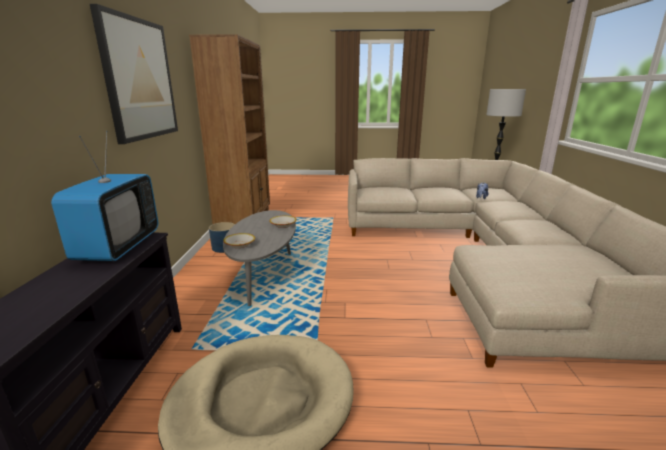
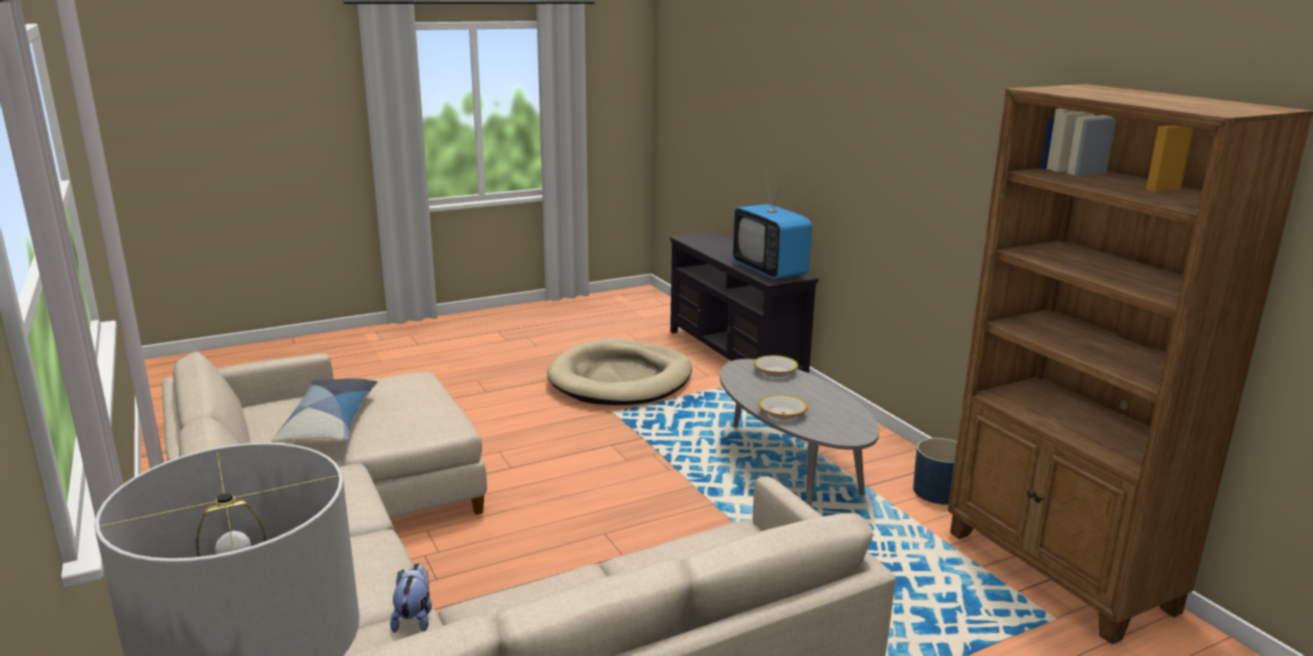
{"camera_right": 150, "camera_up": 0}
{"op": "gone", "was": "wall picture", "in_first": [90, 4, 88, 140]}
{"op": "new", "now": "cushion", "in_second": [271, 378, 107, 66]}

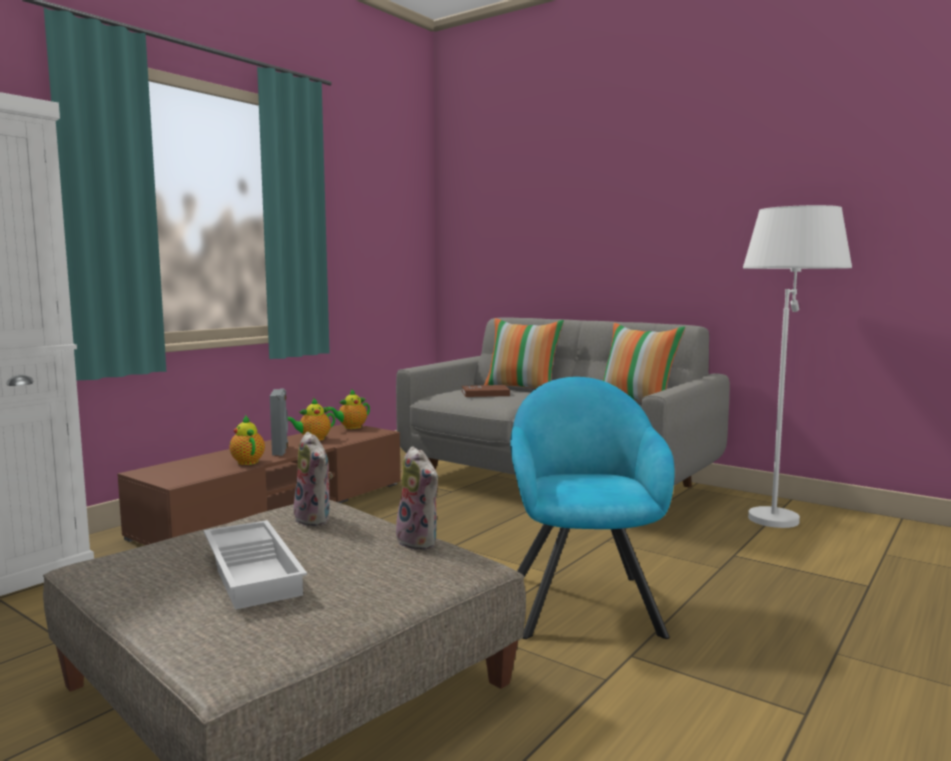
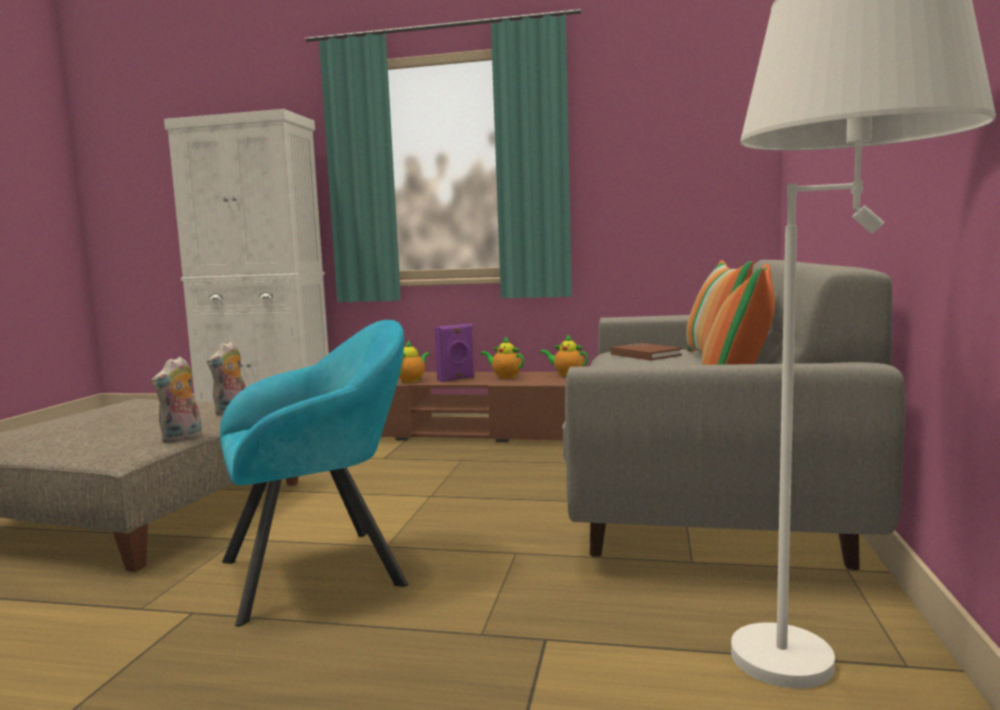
{"camera_right": 65, "camera_up": 0}
{"op": "repainted", "was": "loudspeaker (gray)", "now": "loudspeaker (purple-coloured)", "in_first": [270, 389, 18, 67], "in_second": [434, 324, 41, 58]}
{"op": "gone", "was": "tray (white)", "in_first": [204, 520, 103, 90]}

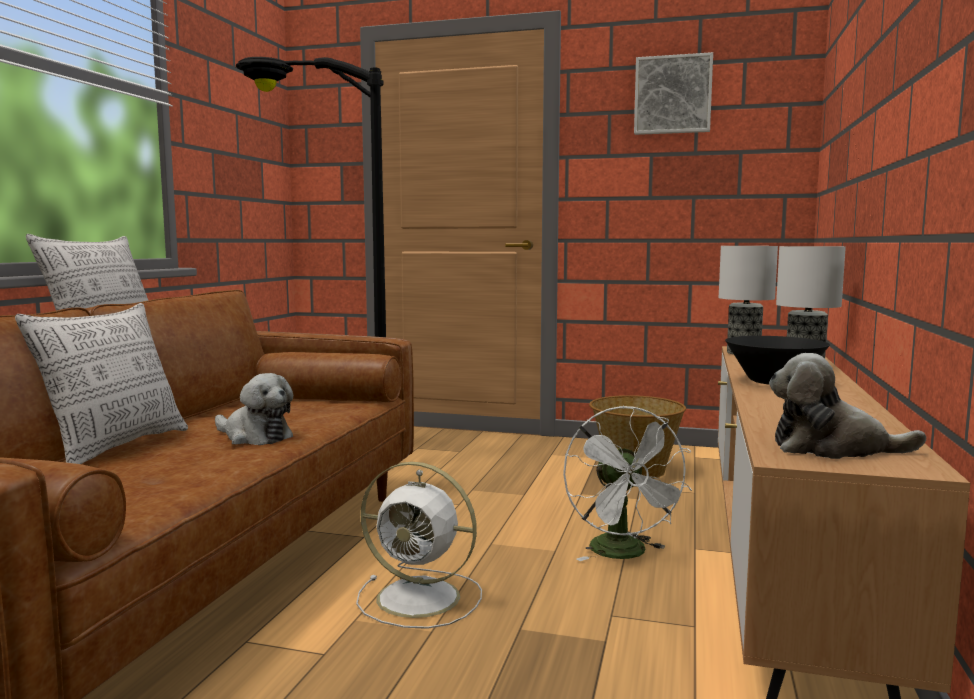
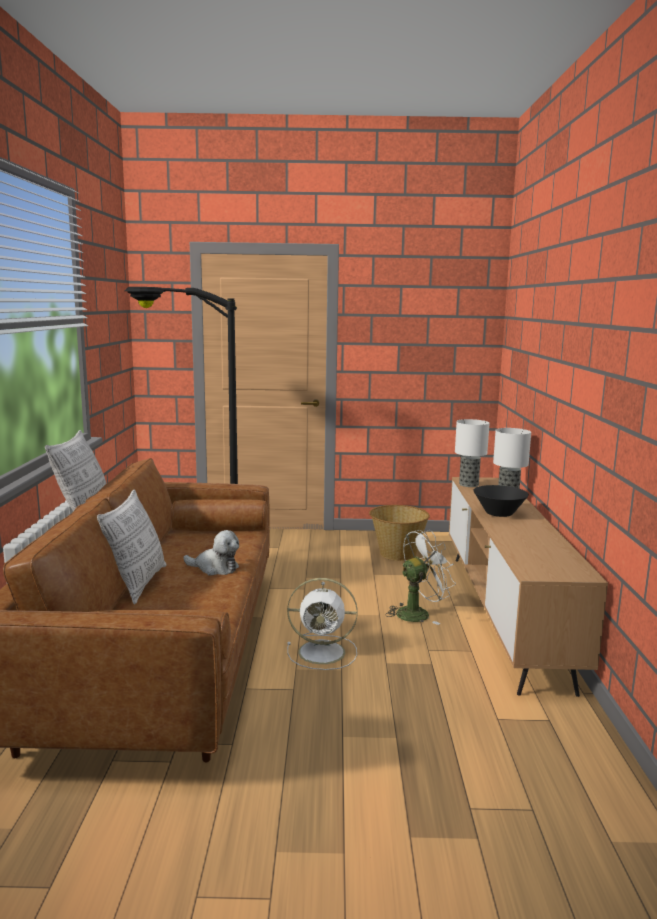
{"camera_right": -15, "camera_up": 5}
{"op": "gone", "was": "wall picture", "in_first": [634, 52, 79, 83]}
{"op": "gone", "was": "cuddly toy", "in_first": [769, 353, 157, 106]}
{"op": "rotated", "was": "electric fan (white)", "in_first": [563, 406, 129, 155], "in_second": [385, 530, 71, 95], "clockwise": -90}

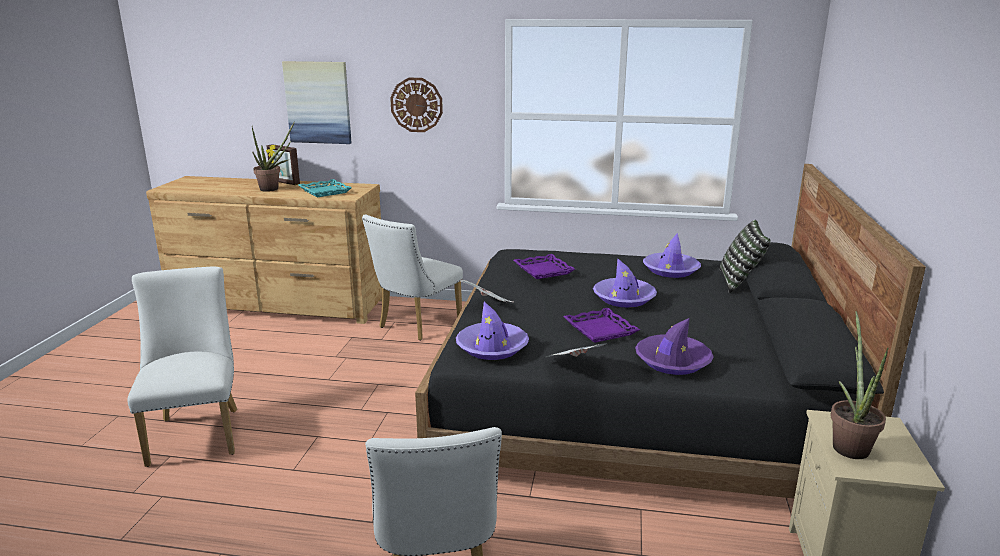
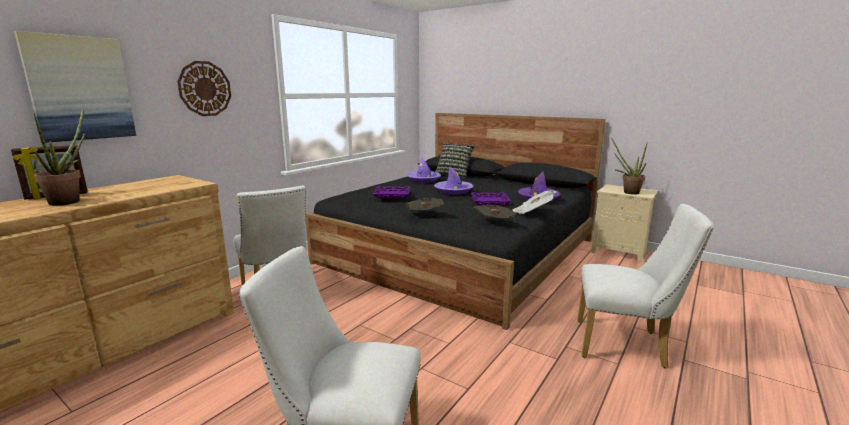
{"camera_right": -65, "camera_up": -5}
{"op": "gone", "was": "tray (turquoise)", "in_first": [298, 179, 54, 18]}
{"op": "swapped", "was": "clothing hat (purple-coloured)", "now": "daily paper", "in_first": [456, 301, 73, 59], "in_second": [474, 205, 42, 13]}

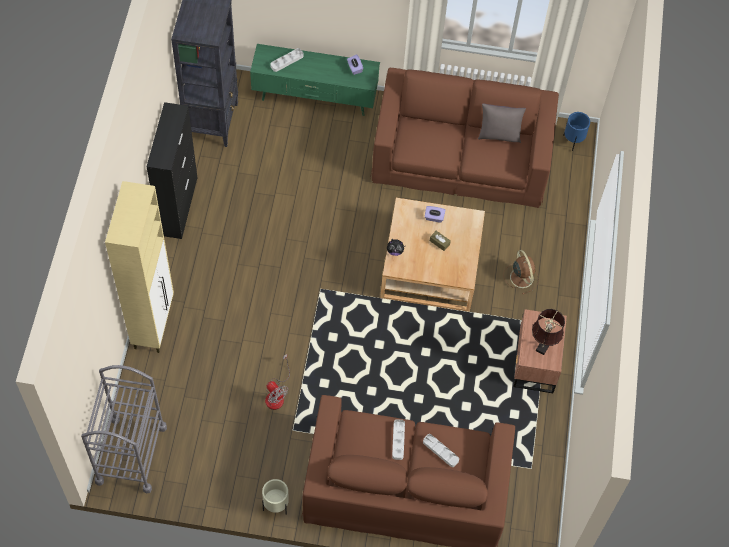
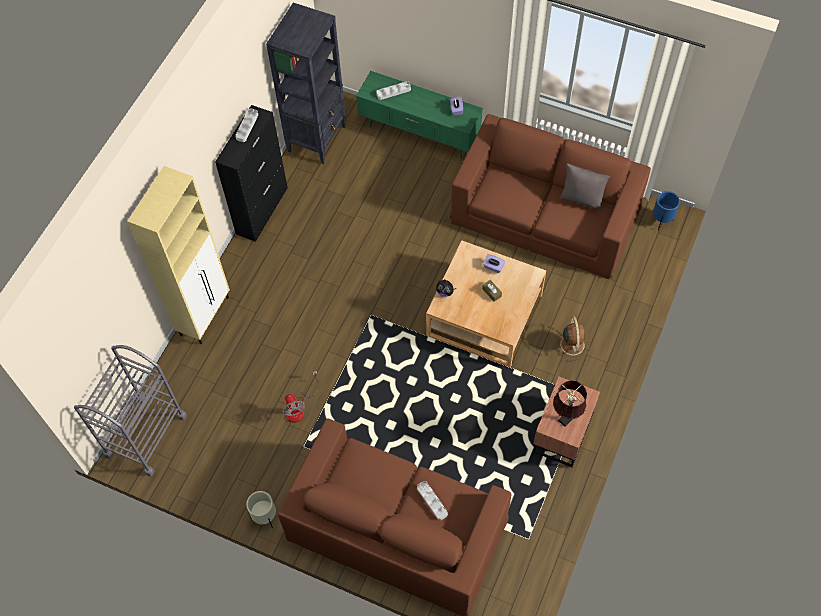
{"camera_right": 20, "camera_up": 0}
{"op": "shifted", "was": "tray (gray)", "in_first": [392, 419, 13, 41], "in_second": [235, 108, 23, 34]}

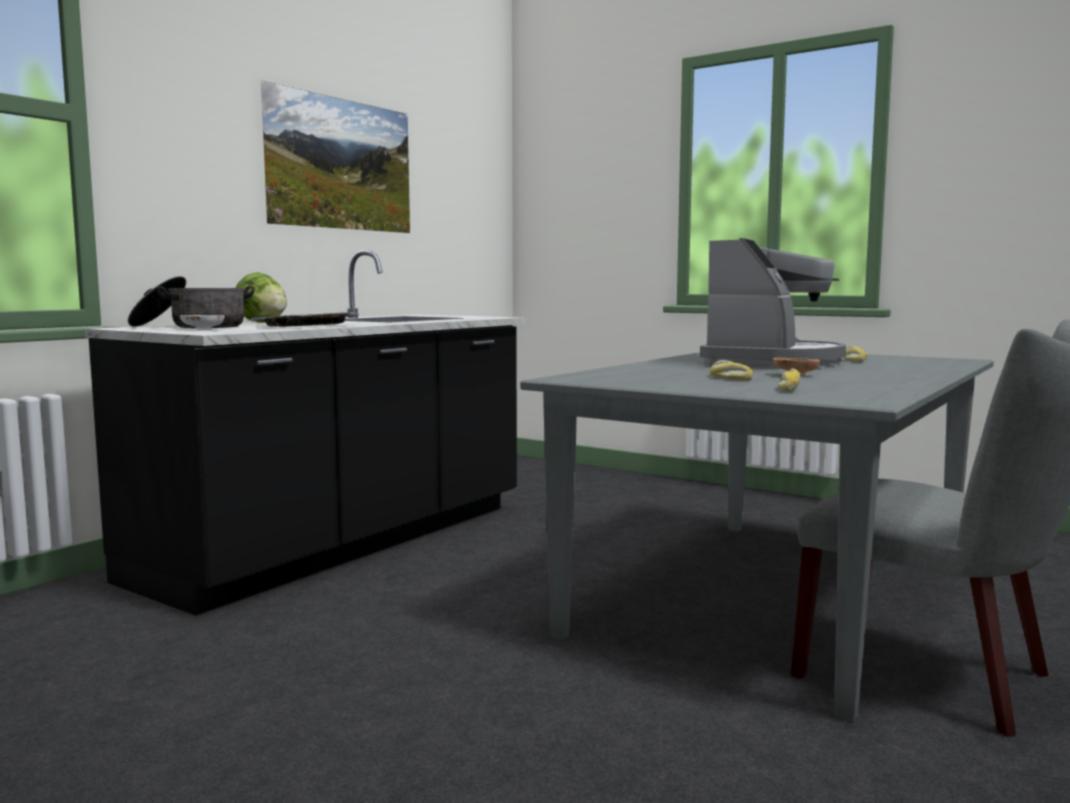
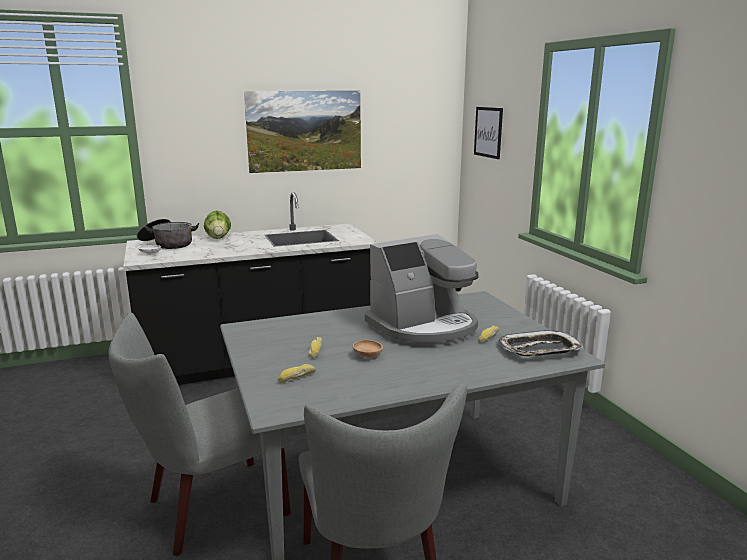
{"camera_right": 35, "camera_up": 10}
{"op": "shifted", "was": "tray", "in_first": [251, 312, 108, 15], "in_second": [498, 330, 85, 26]}
{"op": "new", "now": "wall picture", "in_second": [474, 107, 29, 52]}
{"op": "new", "now": "chair (gray)", "in_second": [108, 312, 183, 245]}

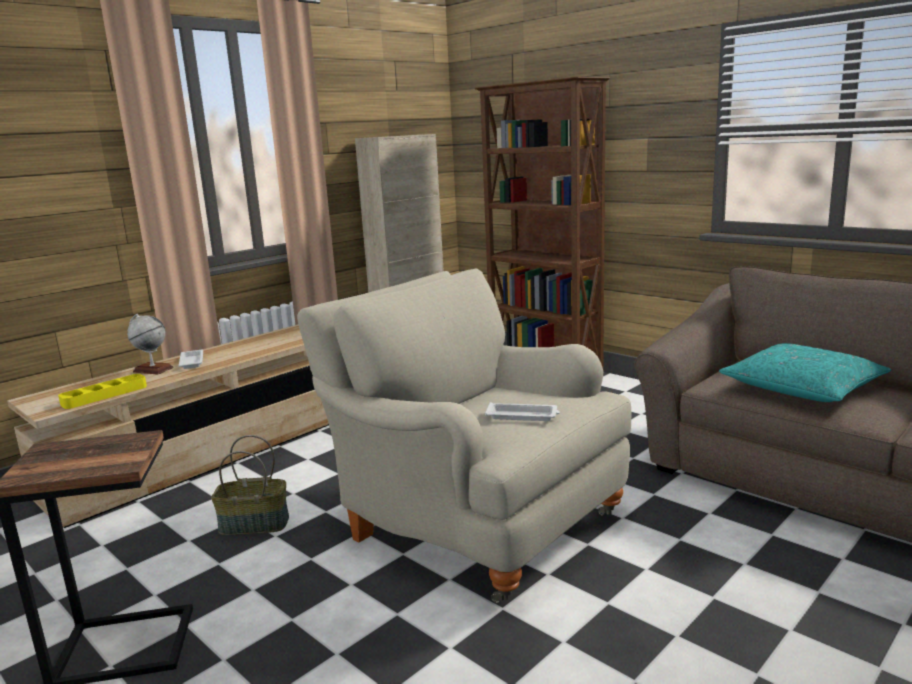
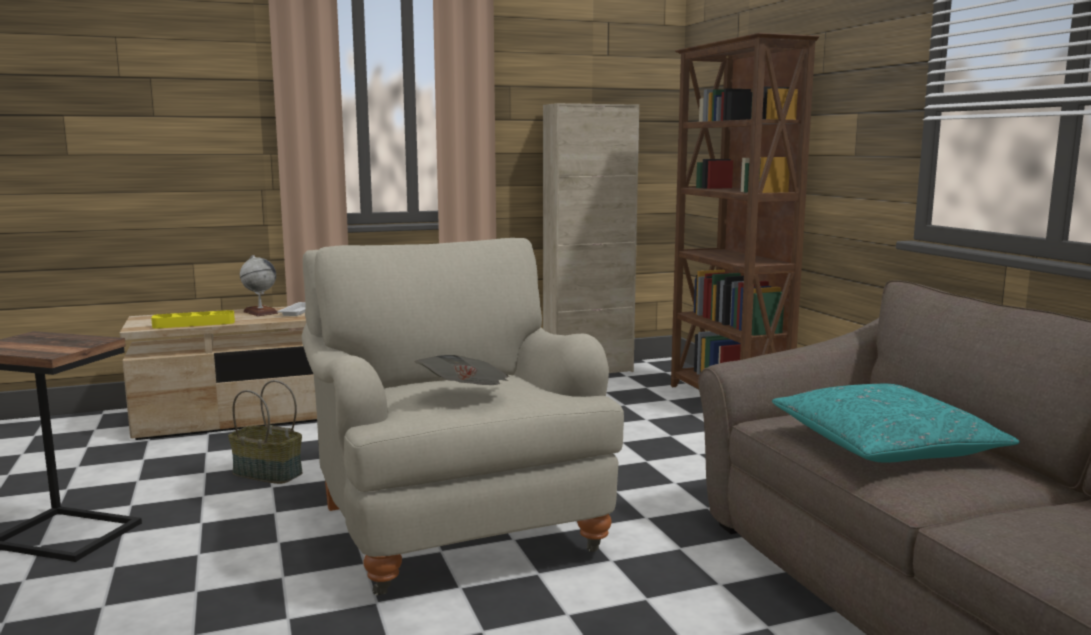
{"camera_right": 25, "camera_up": -5}
{"op": "swapped", "was": "tray (white)", "now": "daily paper", "in_first": [485, 402, 75, 19], "in_second": [415, 355, 94, 30]}

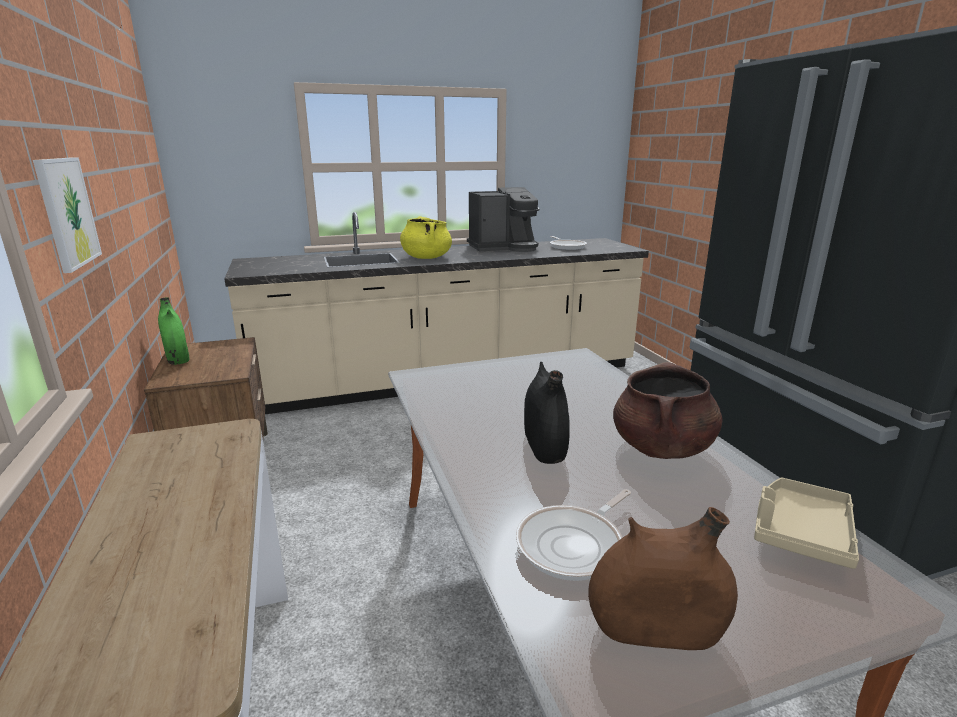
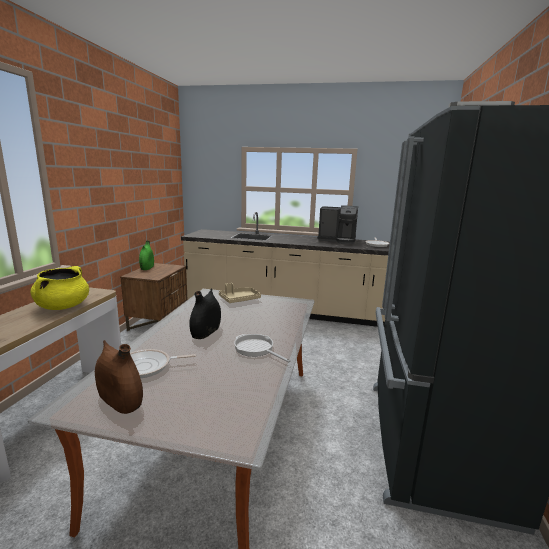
{"camera_right": 30, "camera_up": -5}
{"op": "gone", "was": "wall picture", "in_first": [33, 157, 69, 116]}
{"op": "shifted", "was": "cooking pot (yellow)", "in_first": [400, 216, 52, 43], "in_second": [30, 266, 59, 44]}
{"op": "swapped", "was": "cooking pot (brown)", "now": "frying pan", "in_first": [613, 362, 110, 97], "in_second": [234, 334, 57, 28]}
{"op": "shifted", "was": "tray (beige-coloured)", "in_first": [754, 478, 105, 91], "in_second": [219, 283, 42, 20]}

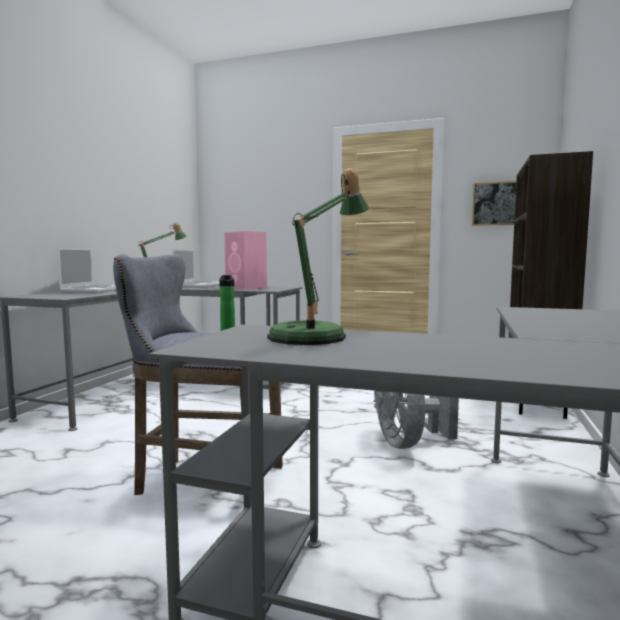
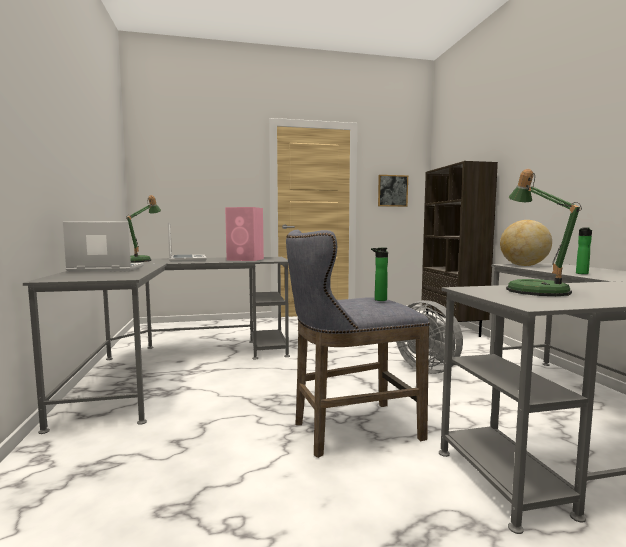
{"camera_right": -30, "camera_up": 0}
{"op": "rotated", "was": "notebook computer", "in_first": [57, 248, 59, 45], "in_second": [63, 221, 81, 51], "clockwise": -75}
{"op": "new", "now": "desk globe", "in_second": [500, 220, 52, 46]}
{"op": "new", "now": "bottle", "in_second": [576, 228, 16, 46]}

